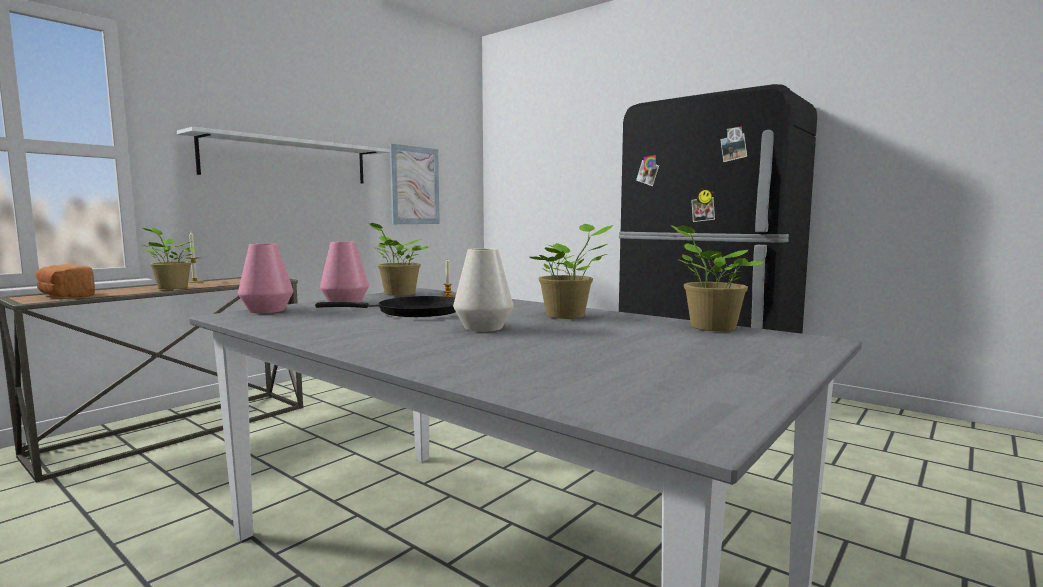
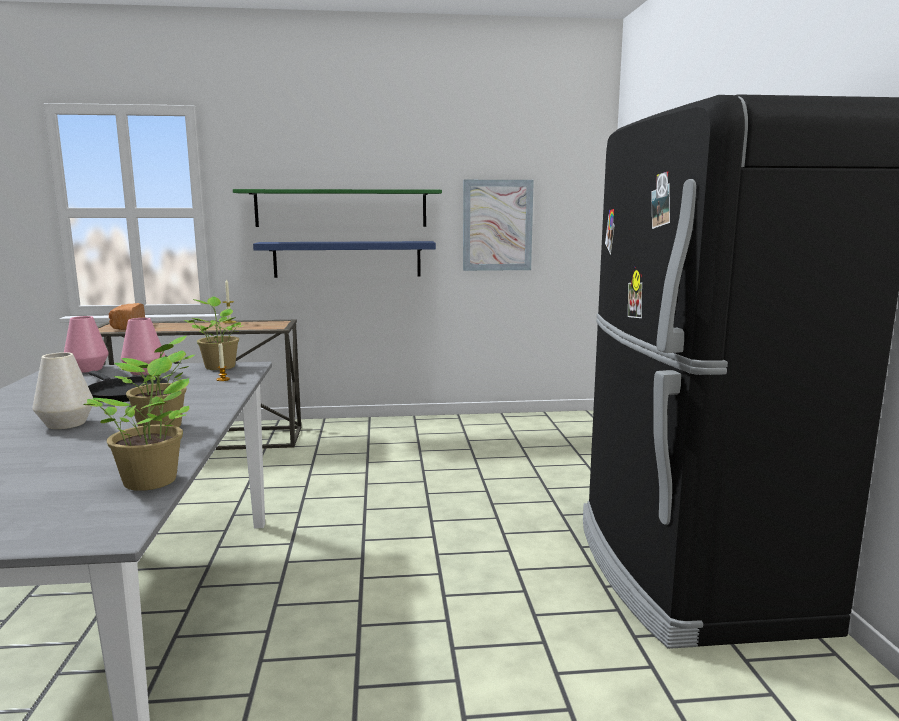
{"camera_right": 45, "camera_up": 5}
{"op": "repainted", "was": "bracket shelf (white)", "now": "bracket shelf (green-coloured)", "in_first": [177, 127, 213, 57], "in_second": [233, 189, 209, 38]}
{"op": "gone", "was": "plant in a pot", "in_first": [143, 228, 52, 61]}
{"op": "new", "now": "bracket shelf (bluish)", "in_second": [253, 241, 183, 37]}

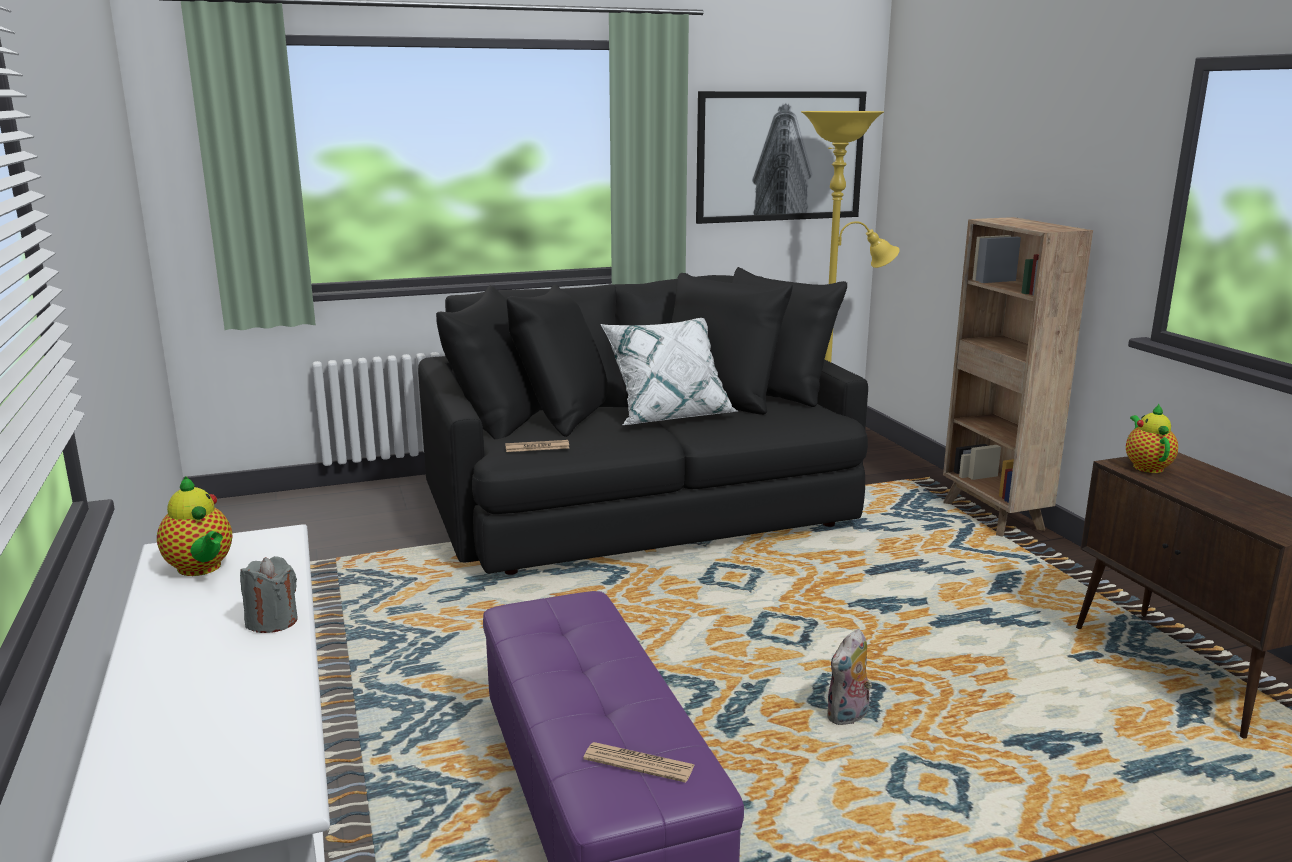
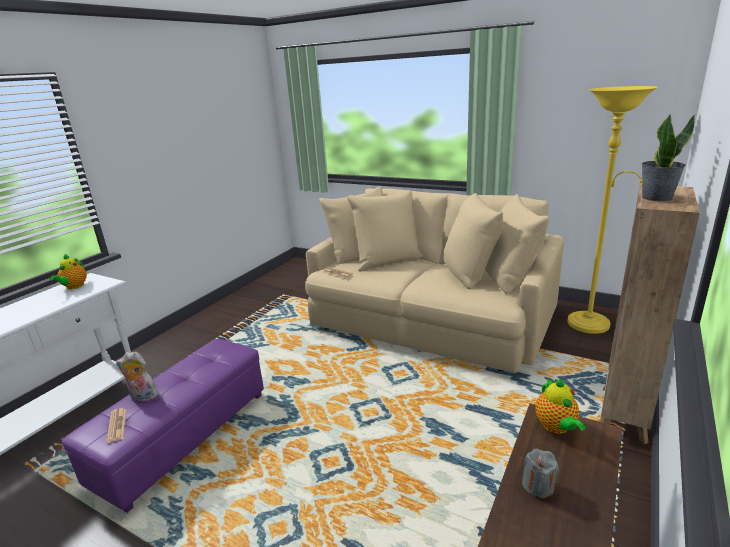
{"camera_right": 50, "camera_up": 5}
{"op": "gone", "was": "wall picture", "in_first": [696, 91, 170, 133]}
{"op": "repainted", "was": "settee (black-coloured)", "now": "settee (beige-coloured)", "in_first": [418, 267, 450, 308], "in_second": [305, 186, 259, 187]}
{"op": "gone", "was": "cushion (white)", "in_first": [600, 318, 138, 107]}
{"op": "rotated", "was": "teapot", "in_first": [1126, 403, 52, 70], "in_second": [535, 379, 51, 55], "clockwise": 120}
{"op": "shifted", "was": "candle (gray)", "in_first": [240, 556, 58, 77], "in_second": [522, 449, 37, 49]}
{"op": "shifted", "was": "cuddly toy", "in_first": [827, 629, 45, 96], "in_second": [116, 351, 42, 50]}
{"op": "new", "now": "plant in a pot", "in_second": [641, 114, 54, 88]}

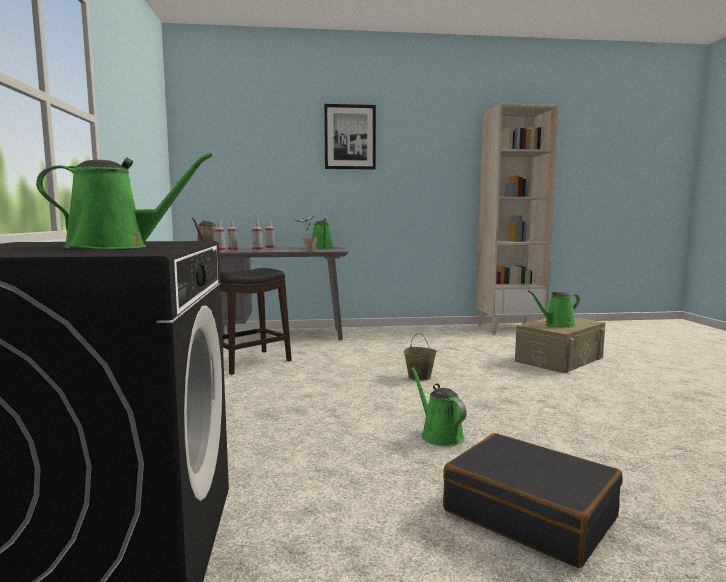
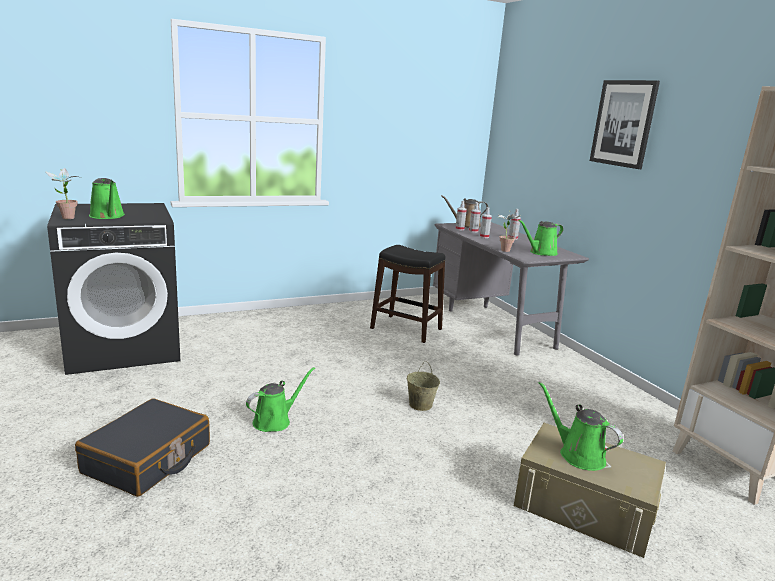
{"camera_right": 70, "camera_up": 10}
{"op": "new", "now": "plant in a pot", "in_second": [45, 168, 33, 51]}

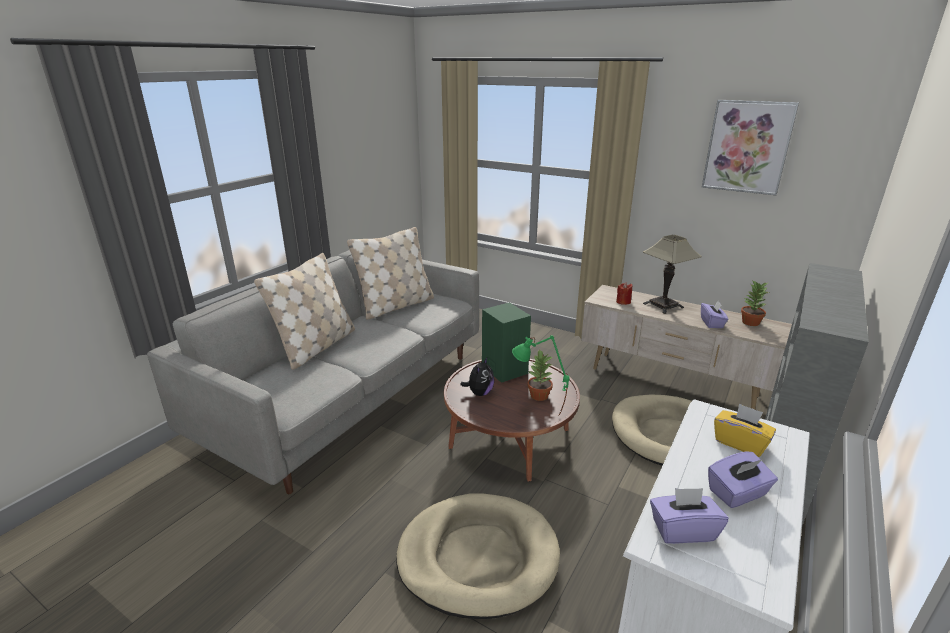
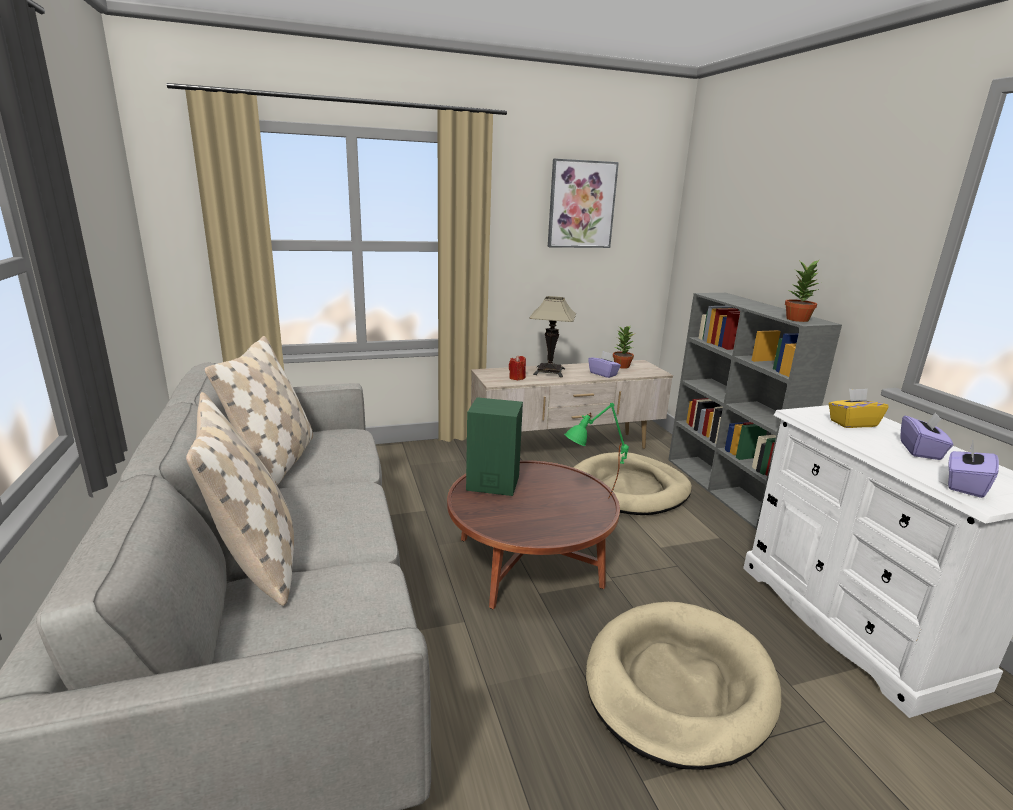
{"camera_right": -50, "camera_up": -5}
{"op": "shifted", "was": "plant in a pot", "in_first": [527, 350, 26, 51], "in_second": [785, 260, 34, 62]}
{"op": "gone", "was": "cuddly toy", "in_first": [460, 358, 34, 38]}

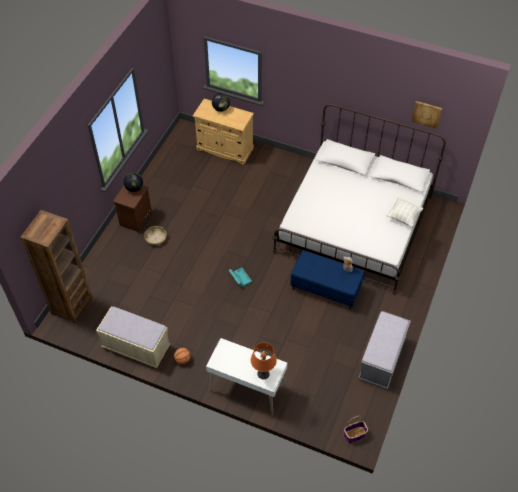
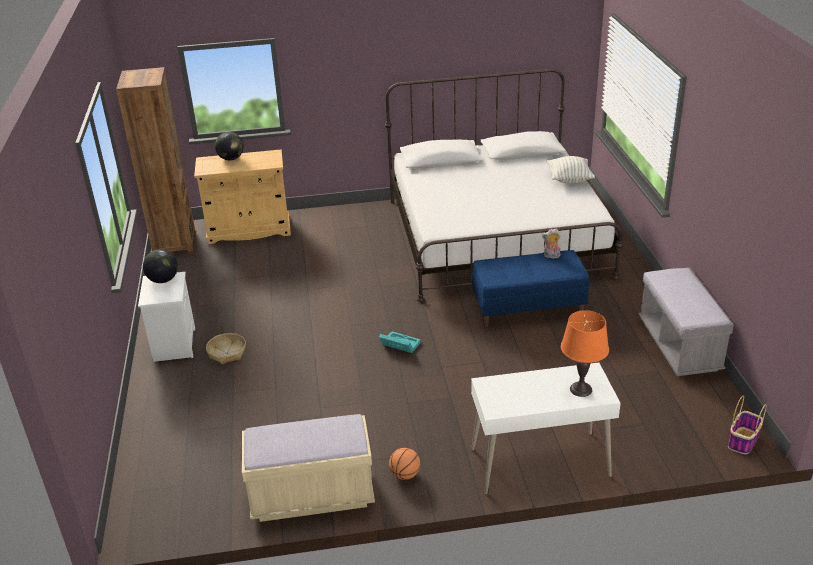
{"camera_right": -30, "camera_up": -20}
{"op": "gone", "was": "wall picture", "in_first": [411, 101, 31, 28]}
{"op": "repainted", "was": "bedside table (brown)", "now": "bedside table (white)", "in_first": [113, 185, 39, 48], "in_second": [138, 272, 57, 90]}
{"op": "shifted", "was": "bookcase (brown)", "in_first": [20, 210, 72, 113], "in_second": [116, 67, 79, 187]}

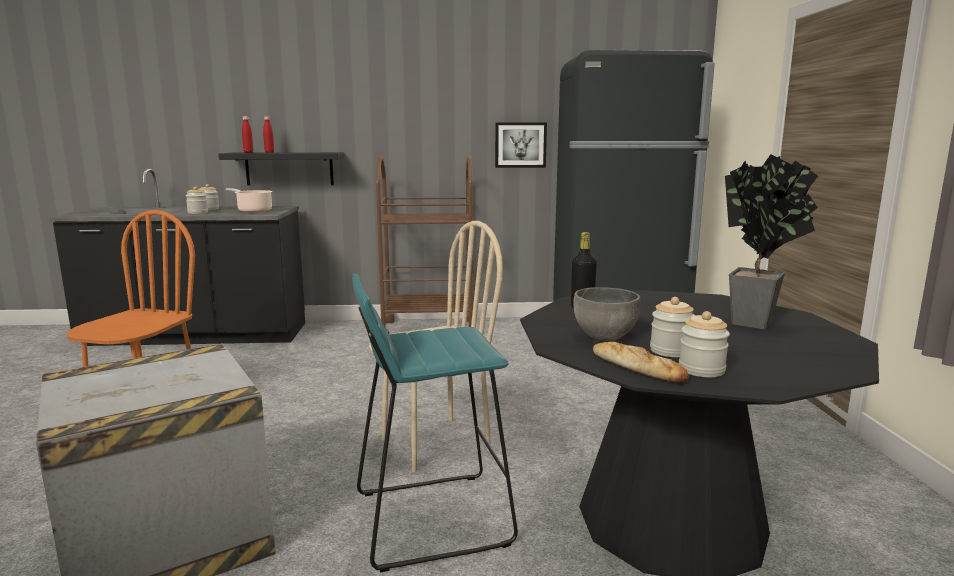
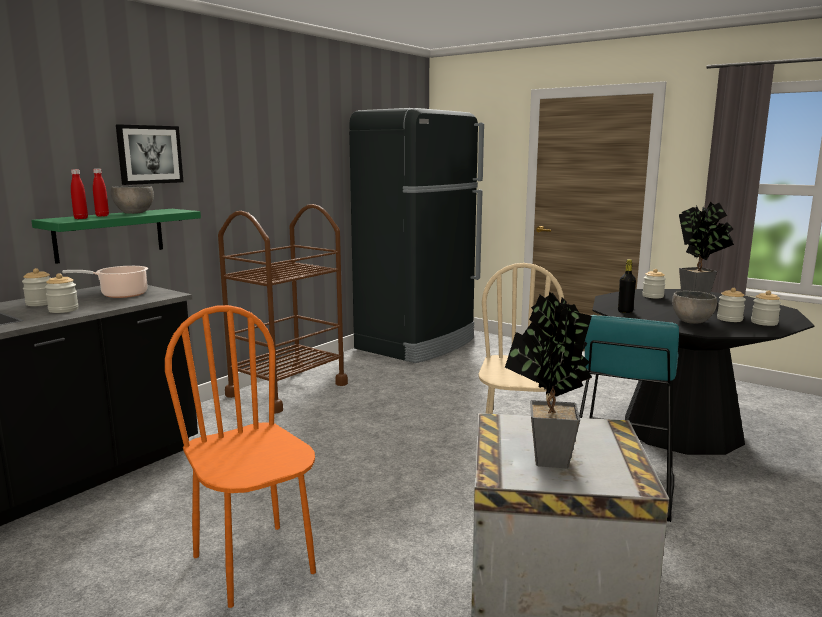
{"camera_right": -50, "camera_up": 0}
{"op": "shifted", "was": "wall picture", "in_first": [495, 122, 52, 46], "in_second": [116, 124, 67, 61]}
{"op": "repainted", "was": "bracket shelf (black-coloured)", "now": "bracket shelf (green-coloured)", "in_first": [219, 152, 125, 34], "in_second": [31, 209, 170, 55]}
{"op": "gone", "was": "bread", "in_first": [593, 342, 96, 41]}
{"op": "new", "now": "bowl (gray)", "in_second": [111, 186, 43, 28]}
{"op": "new", "now": "storage jar", "in_second": [642, 269, 24, 29]}
{"op": "new", "now": "plant in a pot", "in_second": [505, 291, 87, 177]}

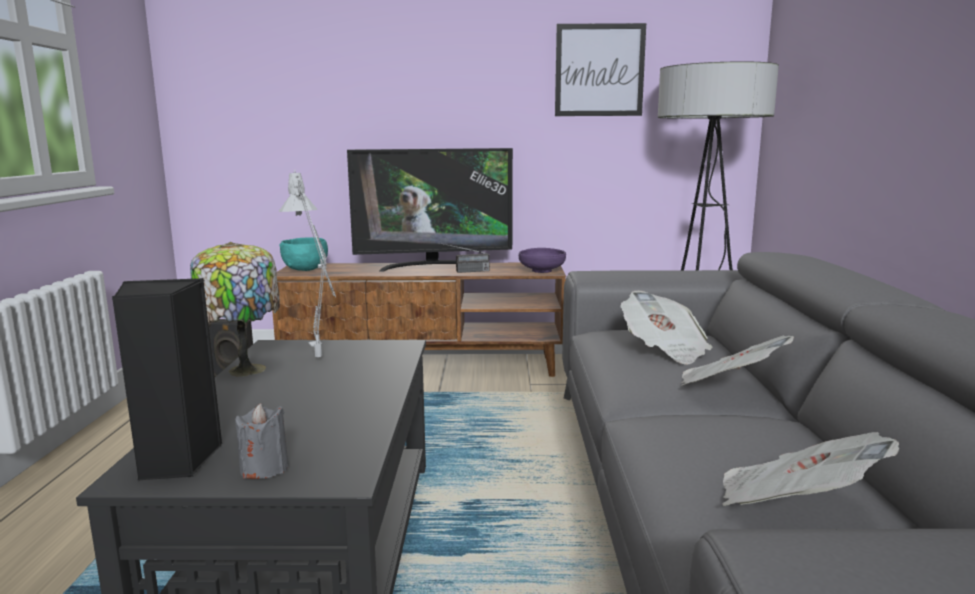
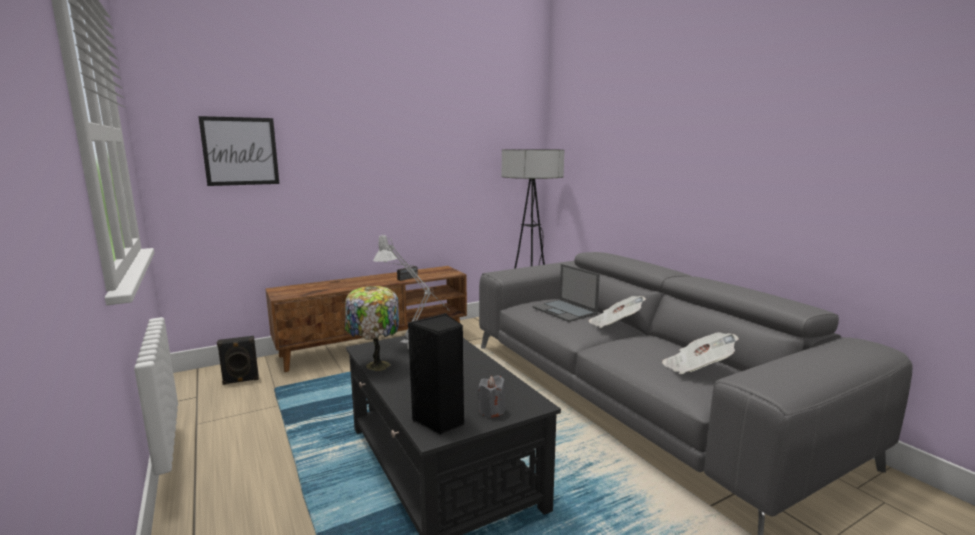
{"camera_right": -30, "camera_up": 0}
{"op": "shifted", "was": "wall picture", "in_first": [555, 23, 91, 93], "in_second": [198, 116, 81, 70]}
{"op": "gone", "was": "television", "in_first": [347, 148, 166, 124]}
{"op": "gone", "was": "bowl (turquoise)", "in_first": [279, 237, 49, 34]}
{"op": "gone", "was": "bowl (purple-coloured)", "in_first": [519, 248, 47, 25]}
{"op": "swapped", "was": "daily paper", "now": "notebook computer", "in_first": [620, 291, 93, 74], "in_second": [533, 264, 67, 58]}

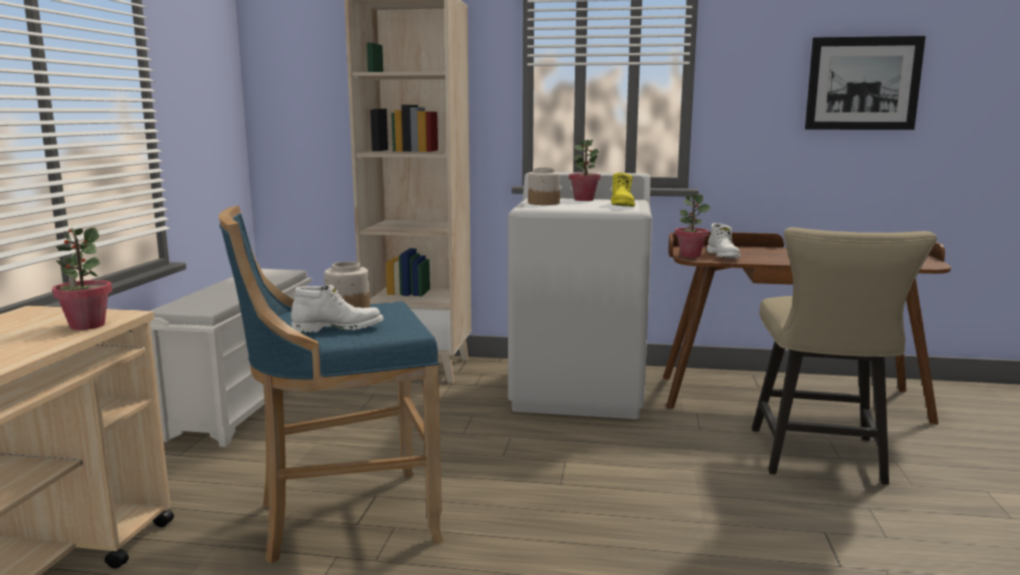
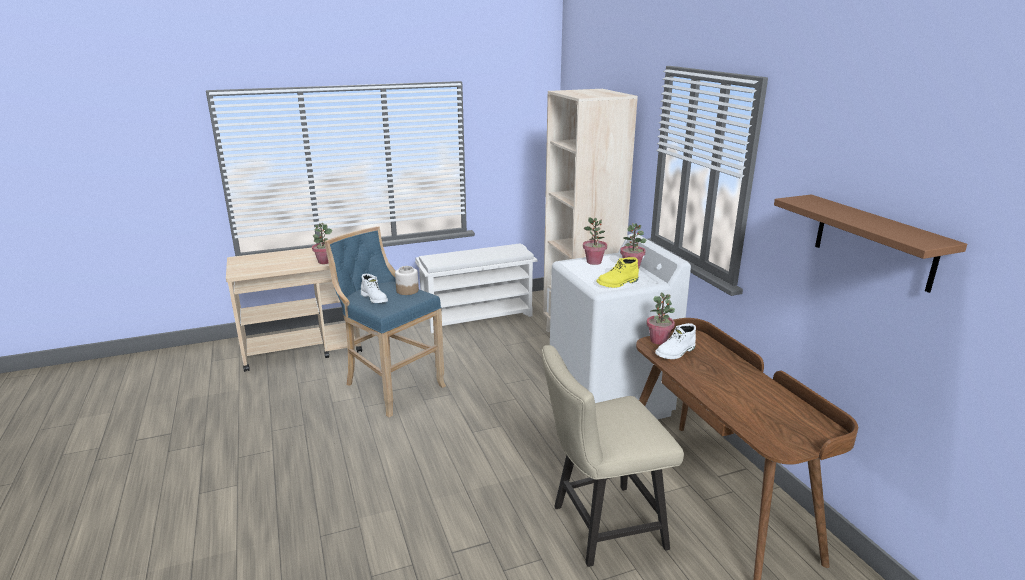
{"camera_right": 60, "camera_up": 10}
{"op": "swapped", "was": "wall picture", "now": "bracket shelf (brown)", "in_first": [805, 36, 121, 94], "in_second": [774, 195, 193, 98]}
{"op": "swapped", "was": "storage jar", "now": "plant in a pot", "in_first": [528, 168, 32, 37], "in_second": [583, 217, 24, 48]}

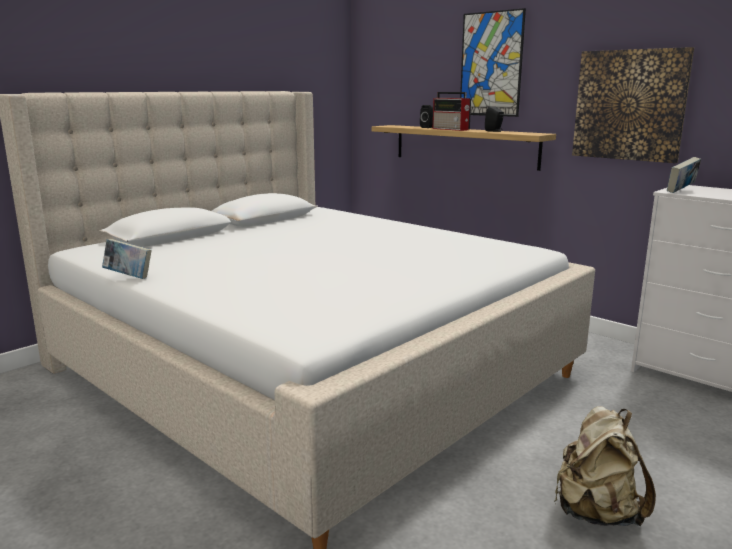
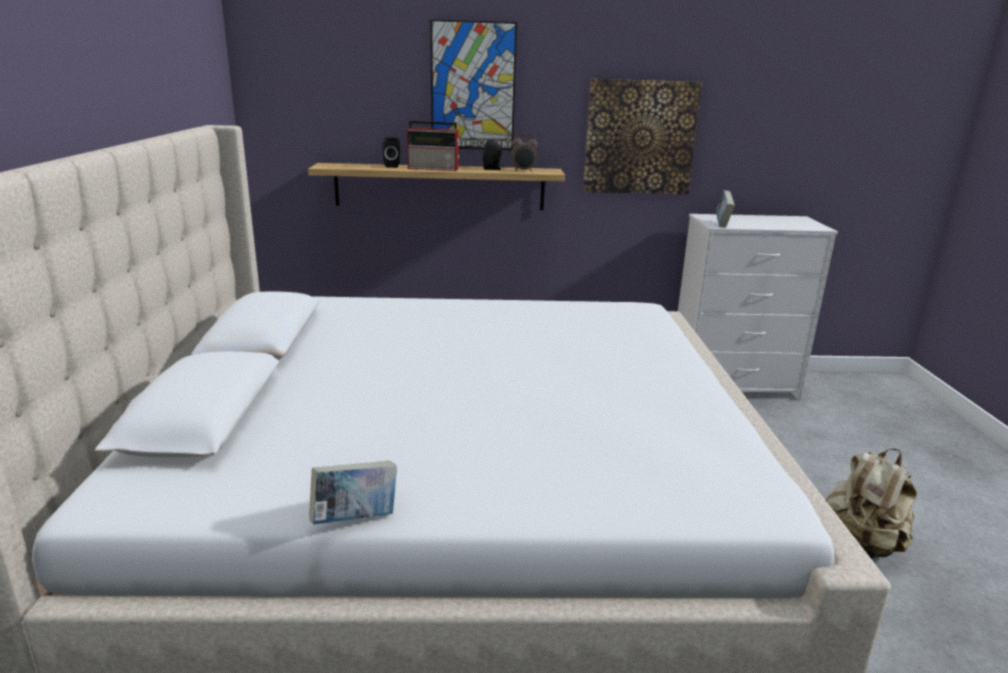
{"camera_right": -45, "camera_up": 5}
{"op": "new", "now": "bedside clock", "in_second": [511, 133, 27, 39]}

